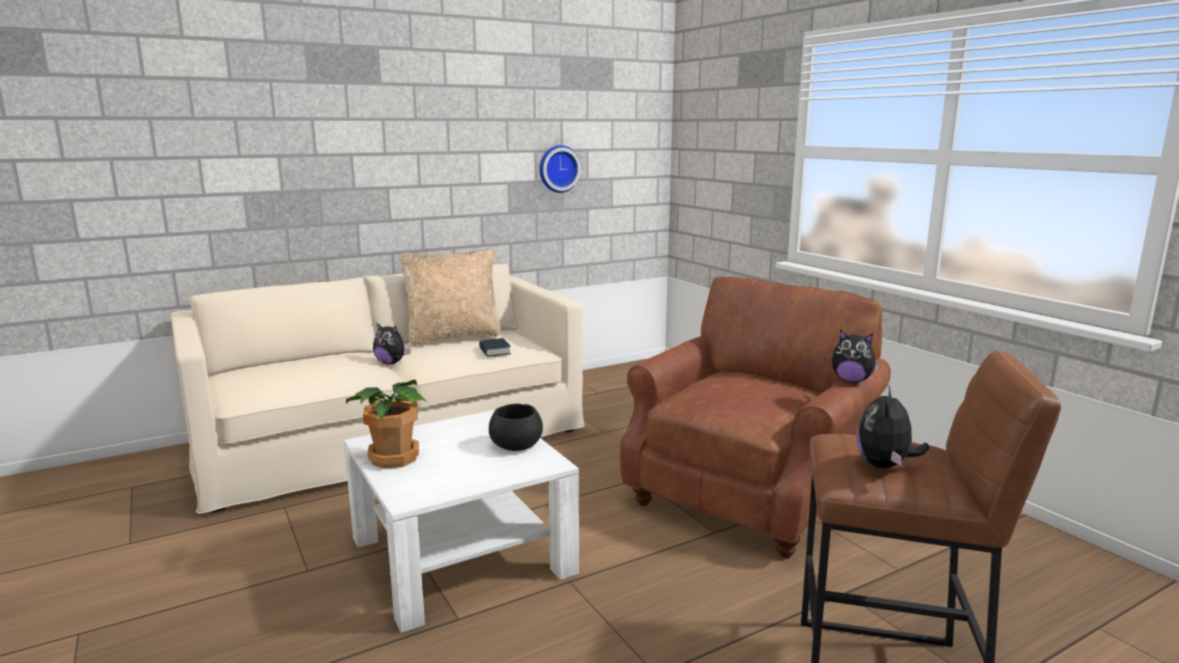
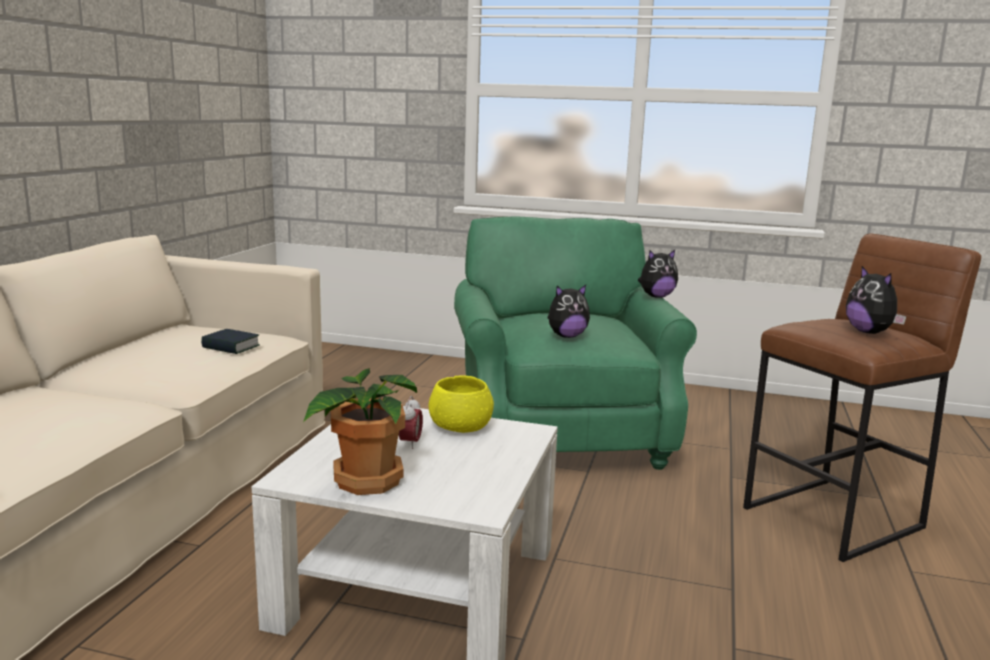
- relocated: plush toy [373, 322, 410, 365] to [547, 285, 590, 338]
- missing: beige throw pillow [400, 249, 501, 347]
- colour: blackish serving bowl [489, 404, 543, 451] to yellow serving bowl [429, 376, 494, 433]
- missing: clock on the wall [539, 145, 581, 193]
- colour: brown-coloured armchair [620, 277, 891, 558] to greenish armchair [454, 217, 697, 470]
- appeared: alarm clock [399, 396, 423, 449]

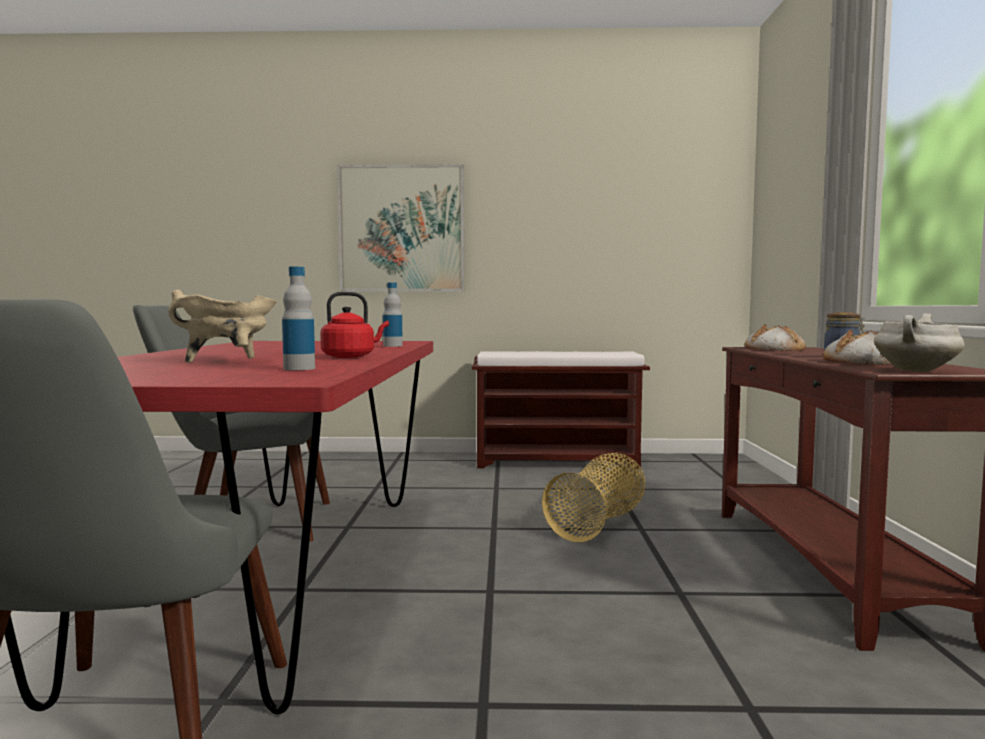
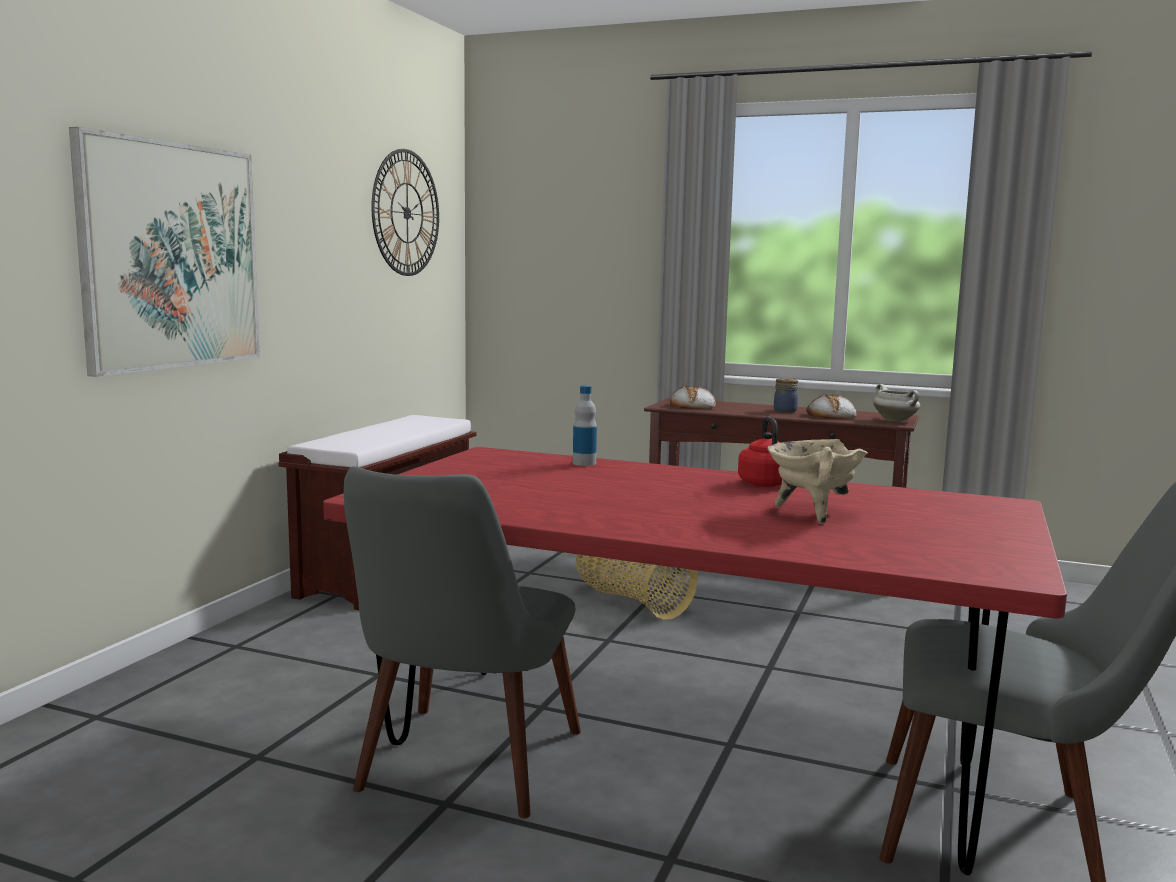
- missing: beverage bottle [282, 266, 315, 370]
- appeared: clock on the wall [371, 149, 439, 276]

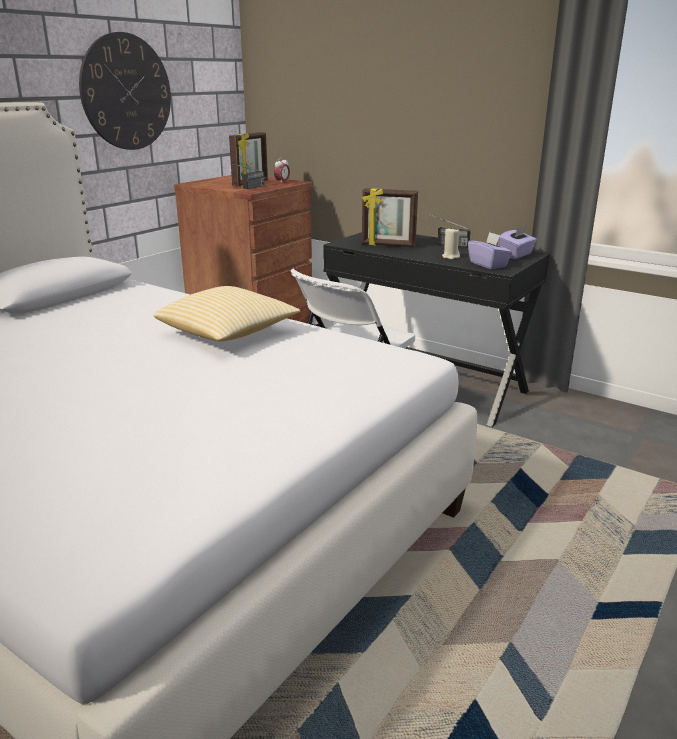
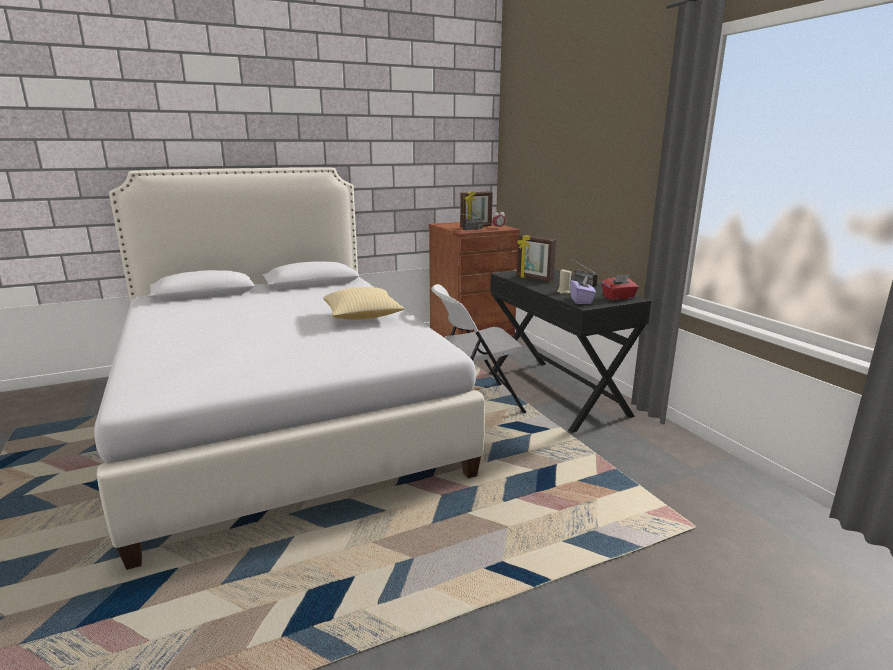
- missing: clock on the wall [79, 32, 171, 150]
- colour: purplish tissue holder [498, 225, 537, 259] to red-coloured tissue holder [602, 274, 639, 300]

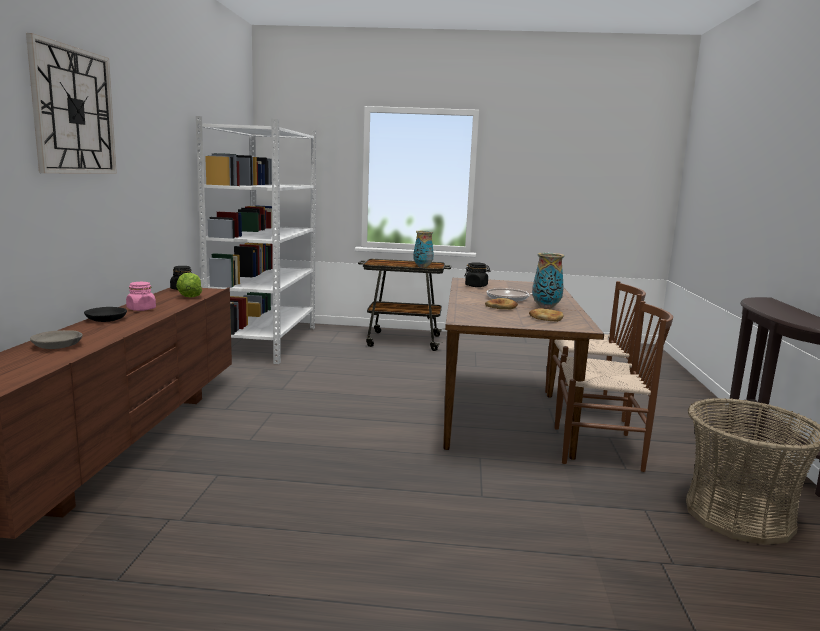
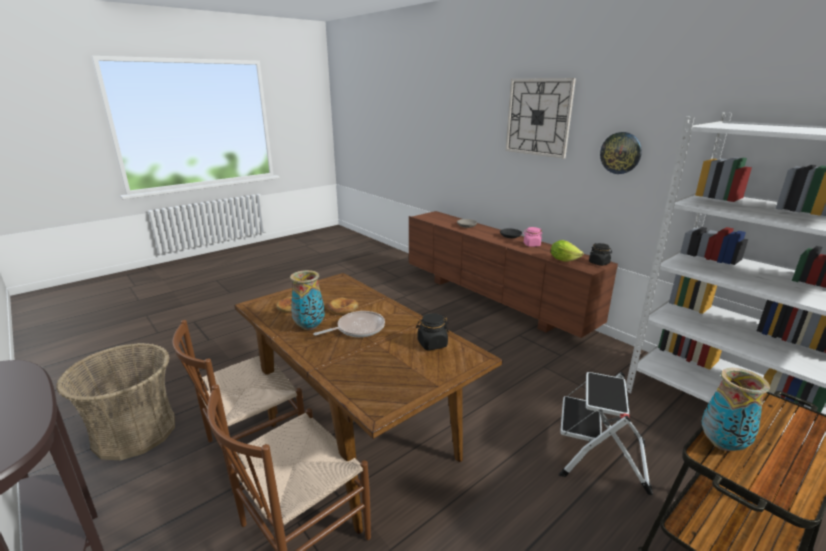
- appeared: step stool [559, 372, 653, 496]
- appeared: clock on the wall [600, 132, 642, 174]

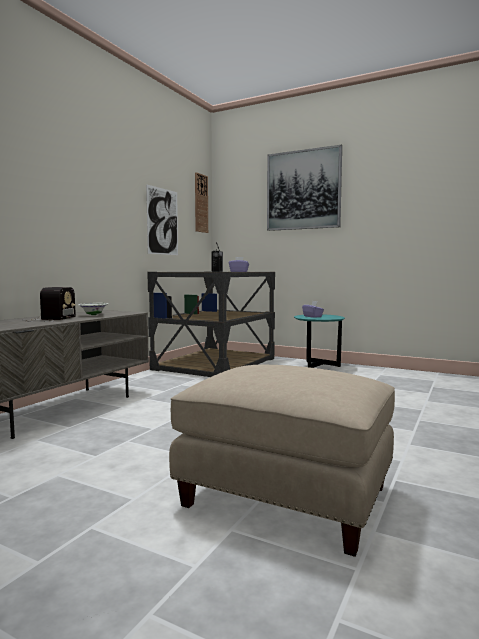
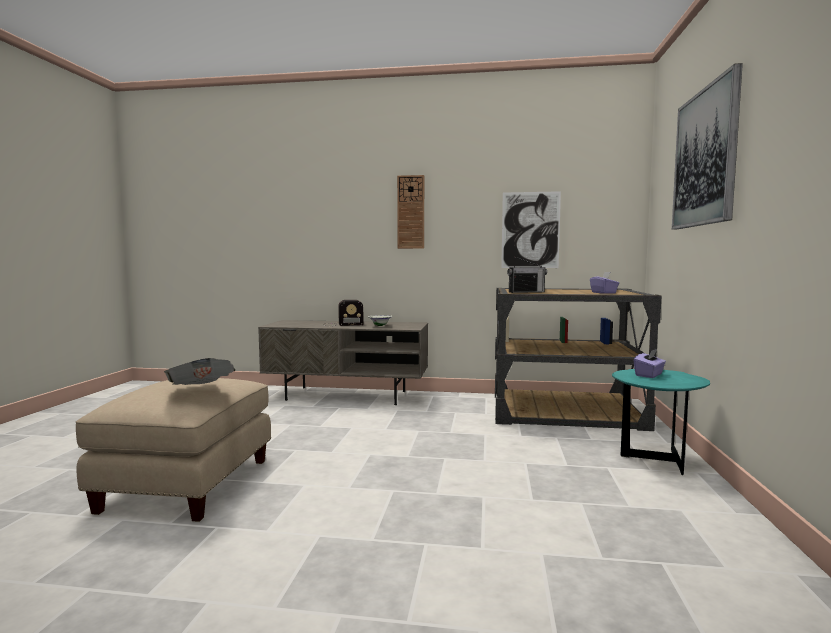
- relocated: clock on the wall [195, 172, 208, 233] to [397, 175, 424, 249]
- appeared: printed paper [164, 358, 236, 385]

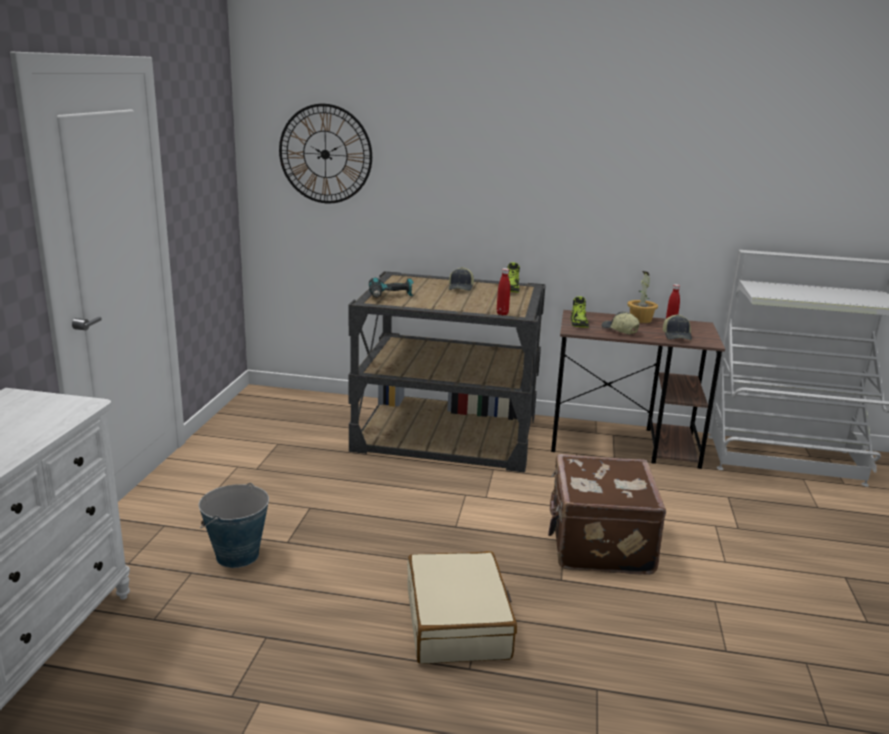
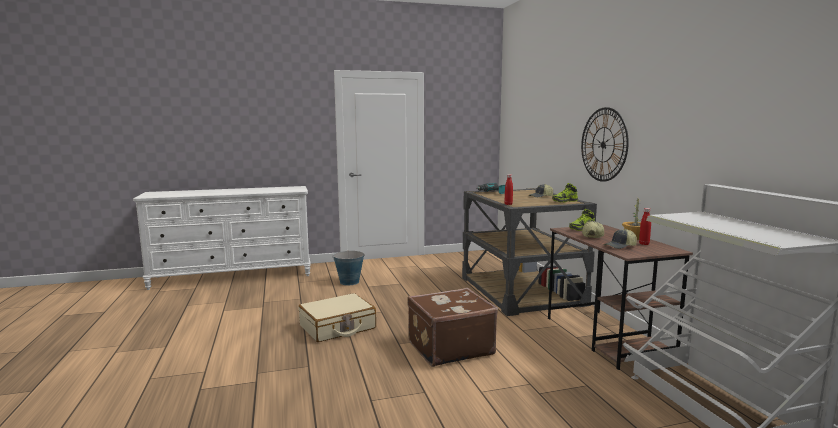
- relocated: clock on the wall [279, 104, 372, 203] to [581, 107, 629, 182]

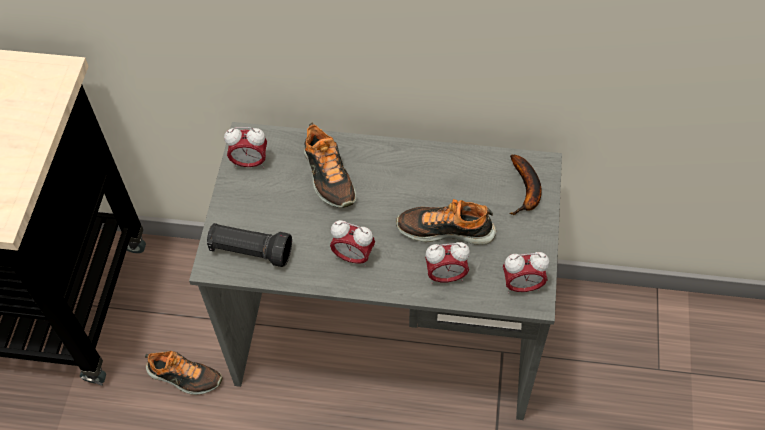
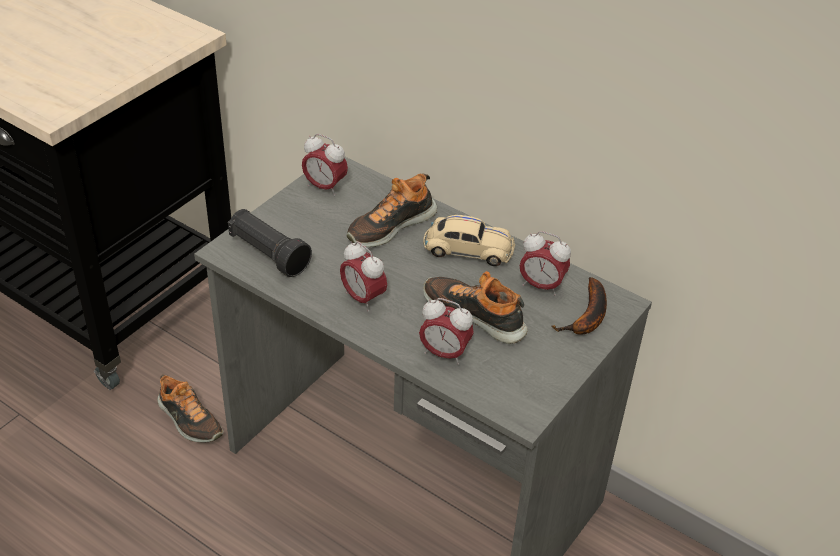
- spun: shoe [304, 123, 356, 208] = [347, 174, 437, 247] 45 degrees clockwise
- relocated: alarm clock [503, 252, 549, 293] to [519, 231, 571, 296]
- appeared: beige model car [423, 215, 515, 266]

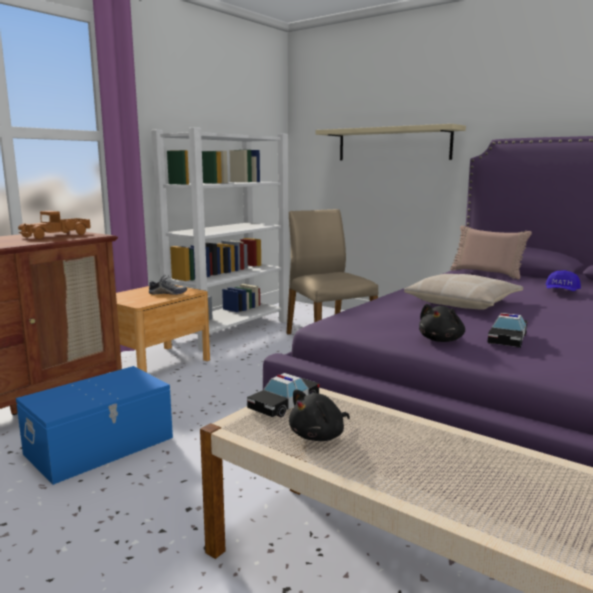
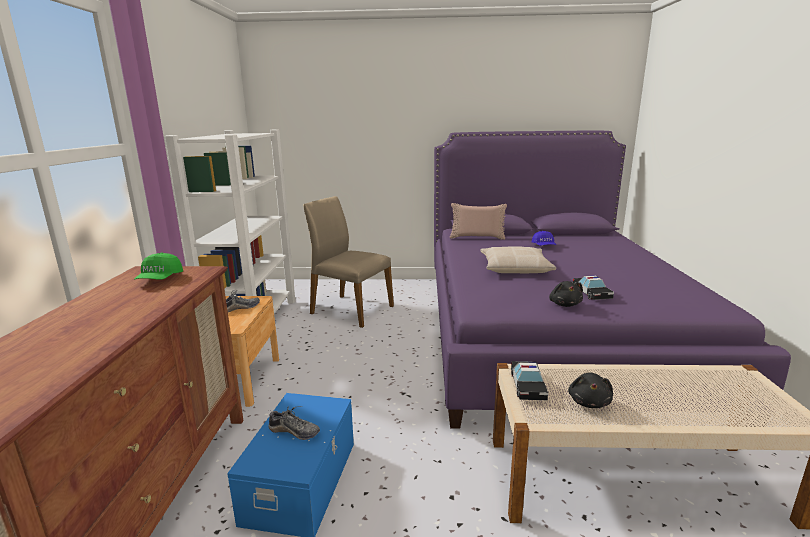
- exchanged: toy truck [18, 211, 91, 239] to greenish peaked cap [134, 252, 183, 280]
- missing: beige shelf [315, 124, 466, 160]
- appeared: shoe [268, 406, 320, 440]

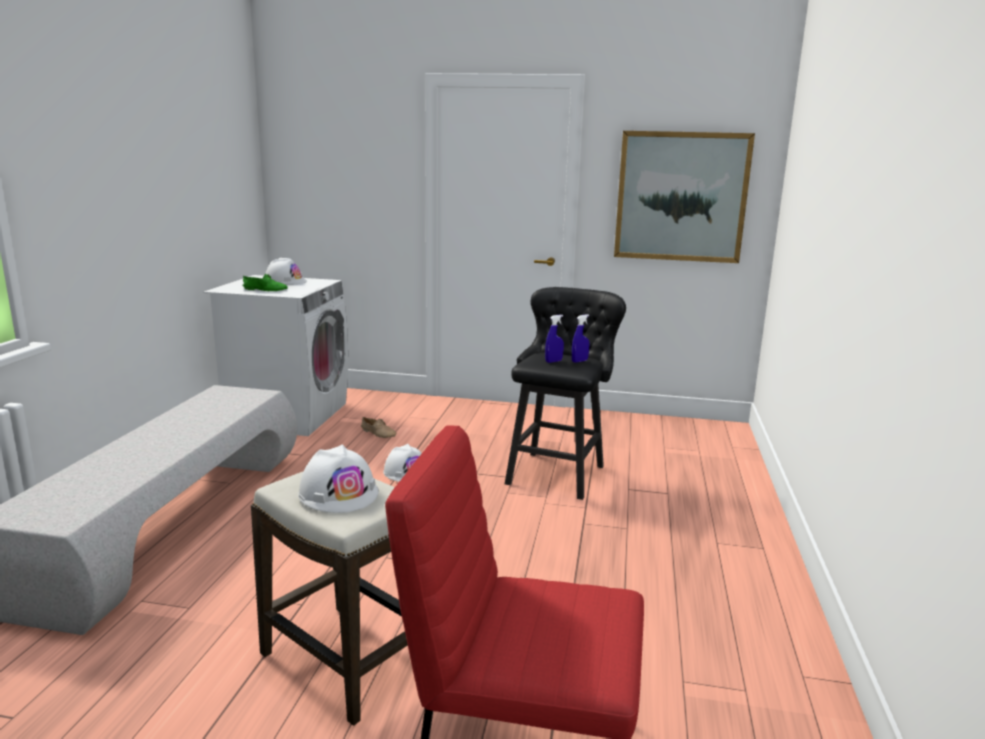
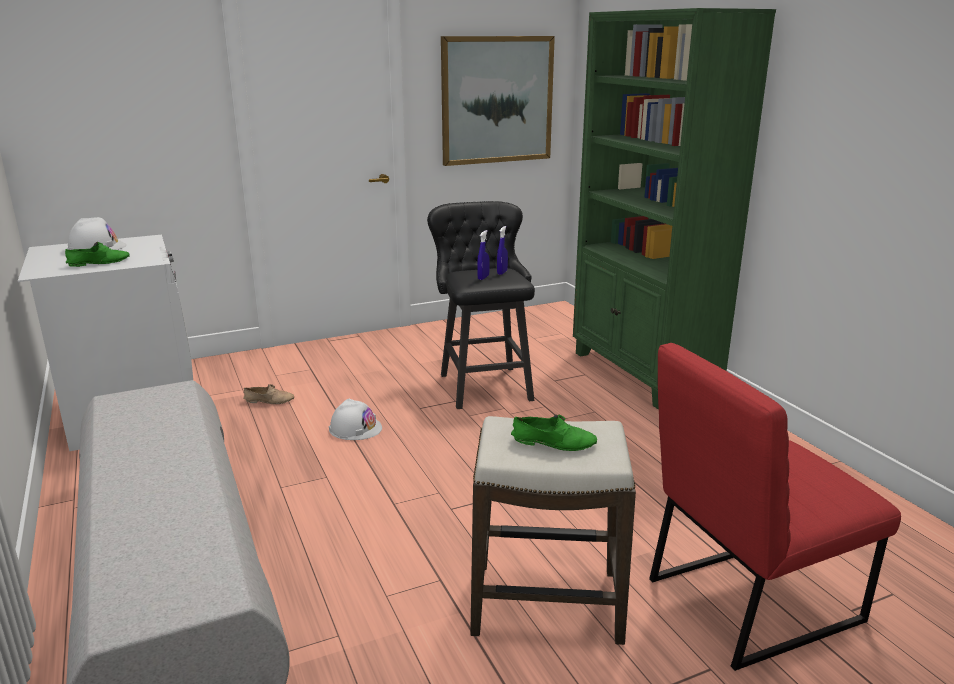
- exchanged: white safety helmet [298, 445, 379, 513] to greenish shoe [511, 414, 597, 451]
- appeared: greenish bookshelf [573, 8, 776, 410]

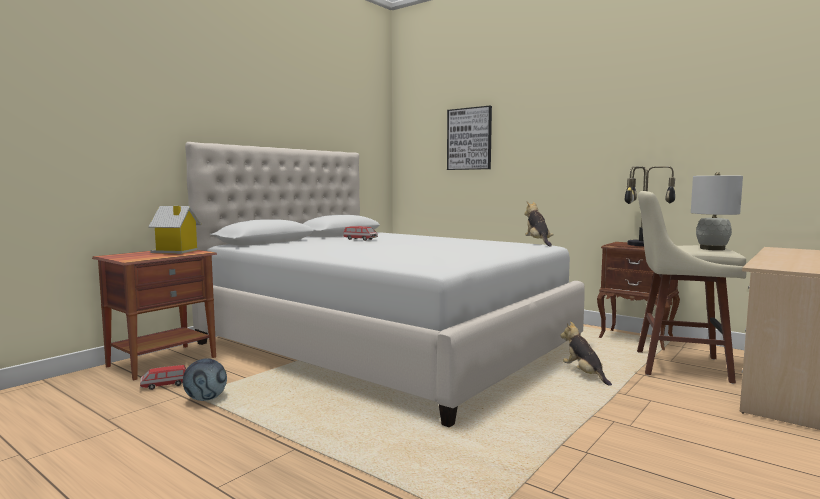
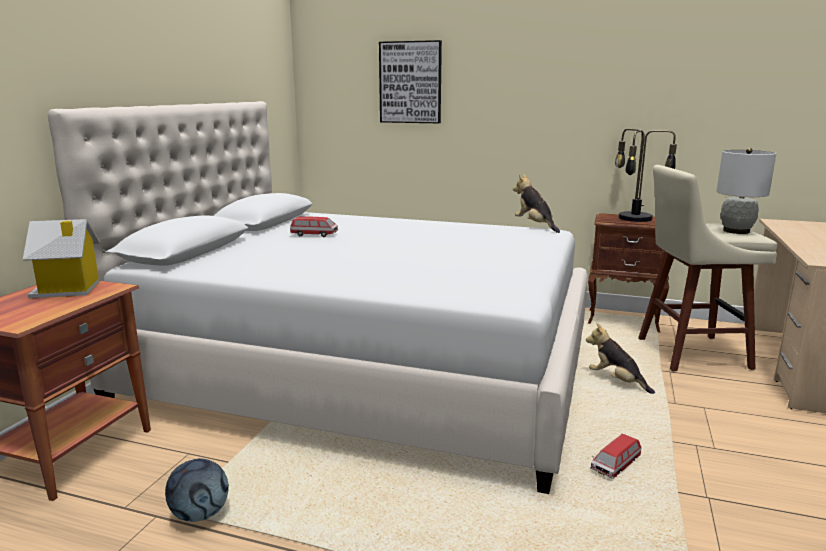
- relocated: model car [140, 365, 186, 390] to [590, 433, 641, 479]

